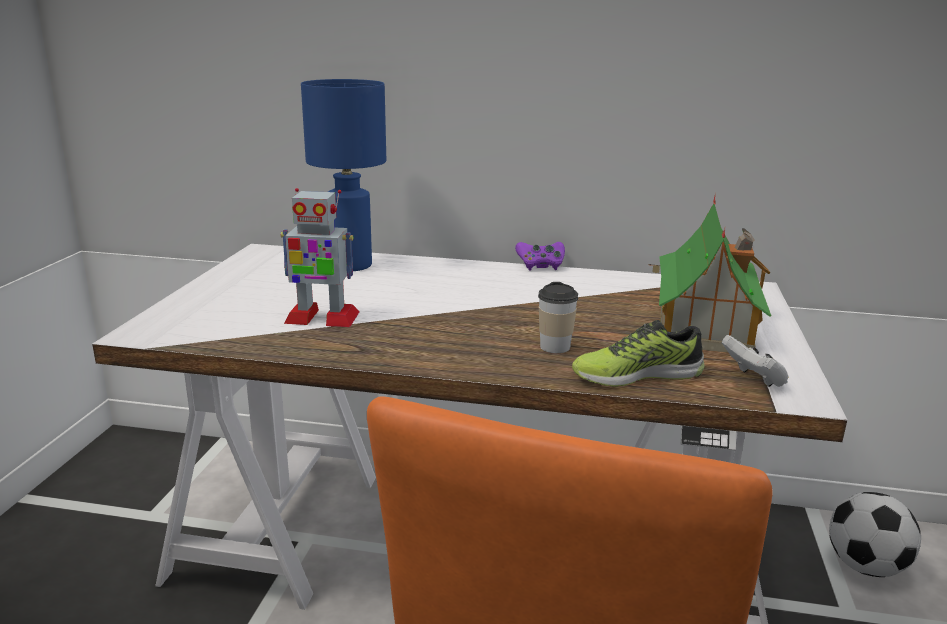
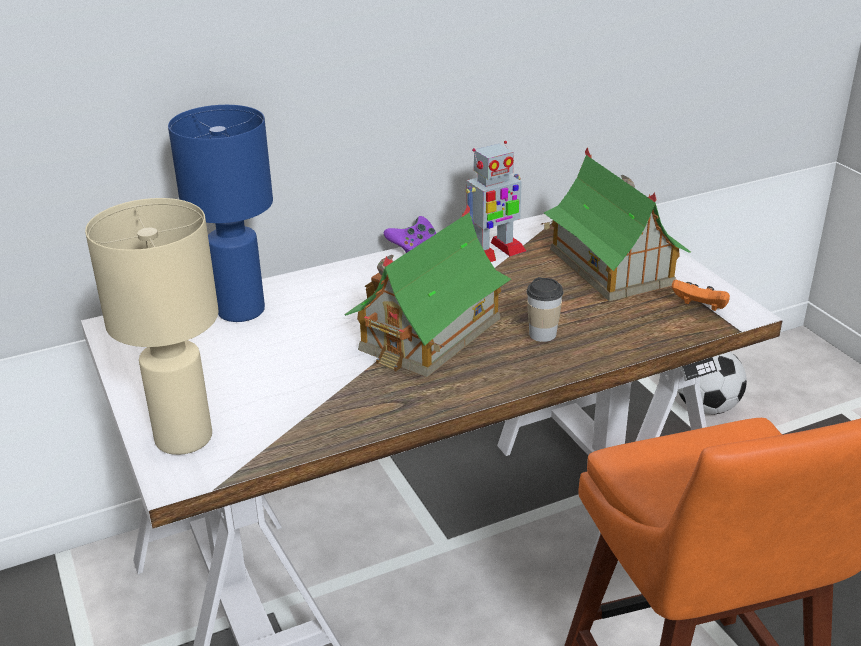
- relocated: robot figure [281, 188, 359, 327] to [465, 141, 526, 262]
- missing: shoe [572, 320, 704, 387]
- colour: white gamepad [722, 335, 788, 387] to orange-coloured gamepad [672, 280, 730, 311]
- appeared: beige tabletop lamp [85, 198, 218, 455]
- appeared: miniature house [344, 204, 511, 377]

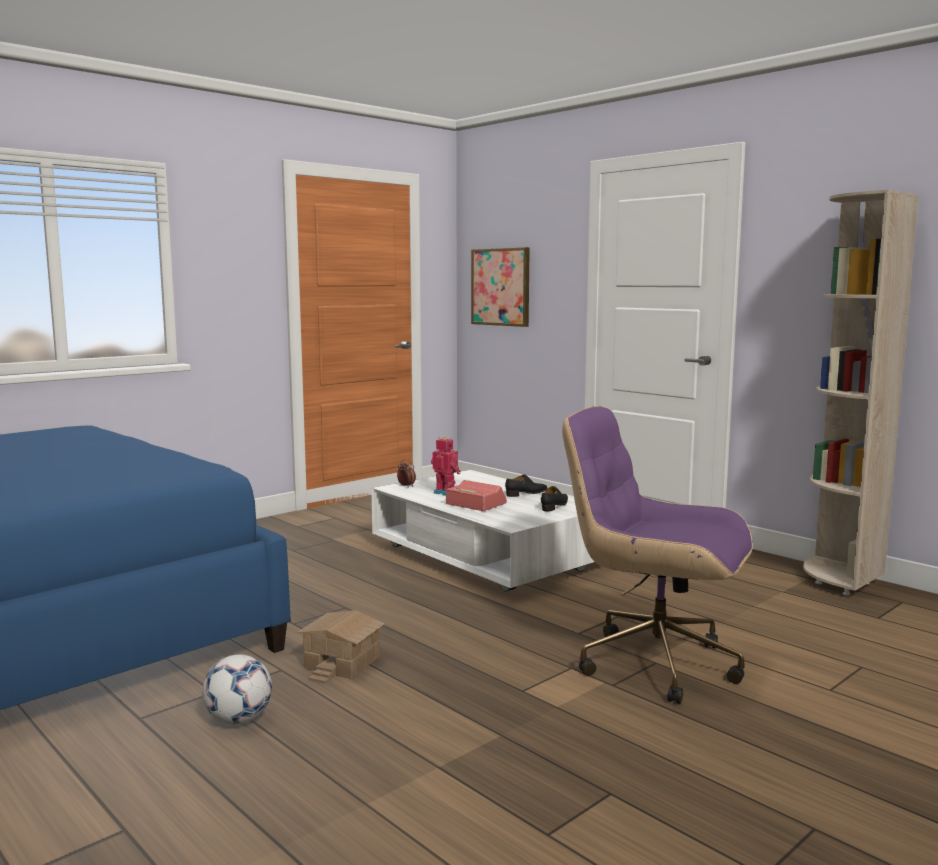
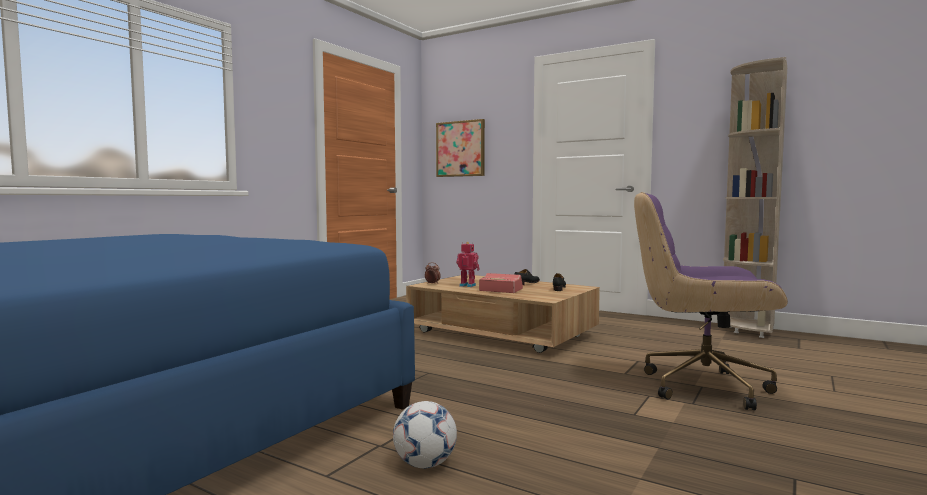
- missing: miniature house [297, 610, 385, 684]
- colour: white lounge table [371, 470, 594, 591] to brown-coloured lounge table [406, 275, 600, 353]

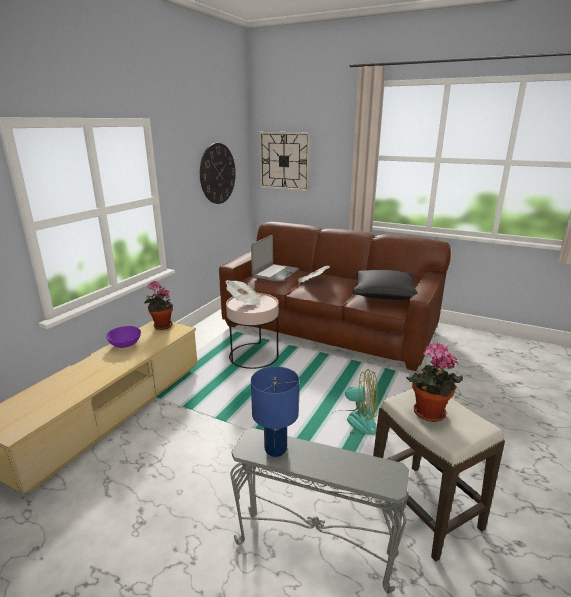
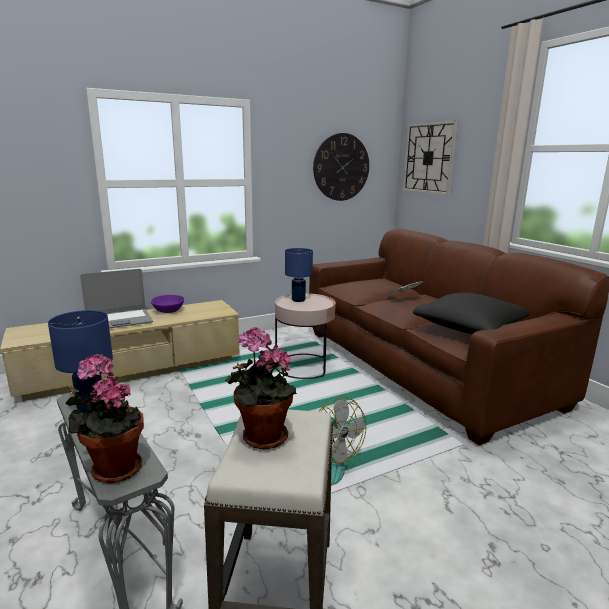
- relocated: houseplant [143, 281, 173, 330] to [65, 354, 144, 483]
- exchanged: printed paper [226, 280, 261, 307] to blue-coloured tabletop lamp [285, 248, 313, 302]
- relocated: notebook computer [251, 235, 299, 281] to [80, 269, 153, 328]

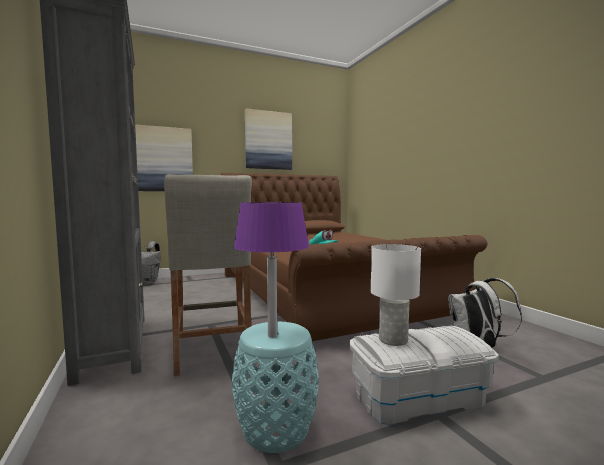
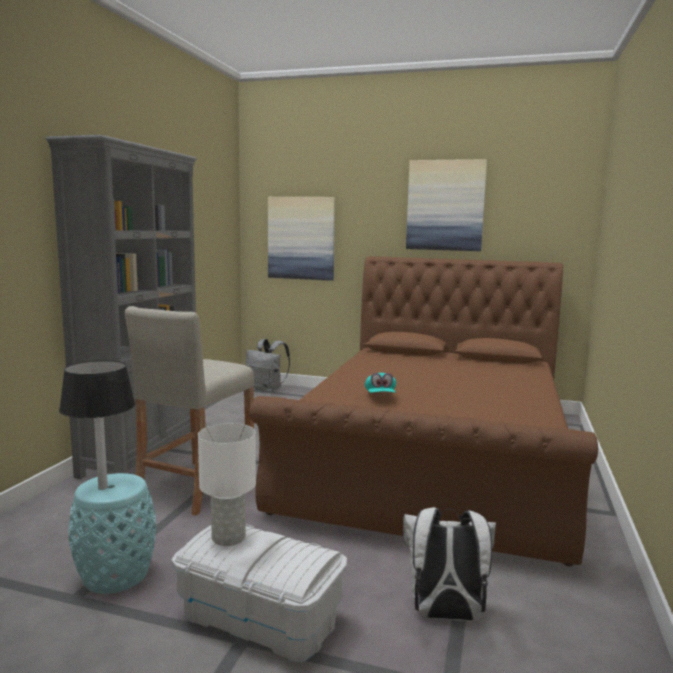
- colour: purplish tabletop lamp [233, 202, 309, 338] to blackish tabletop lamp [59, 360, 135, 490]

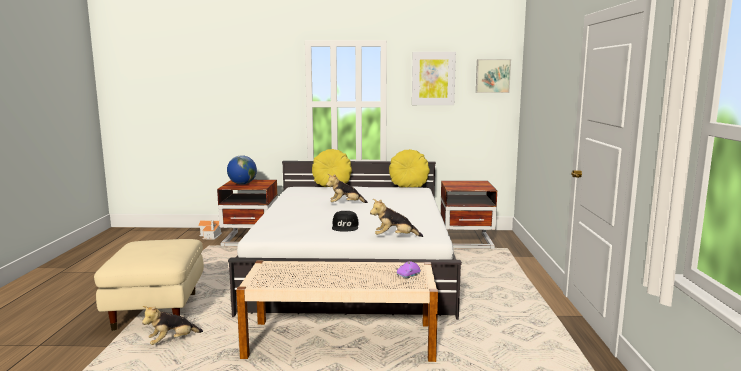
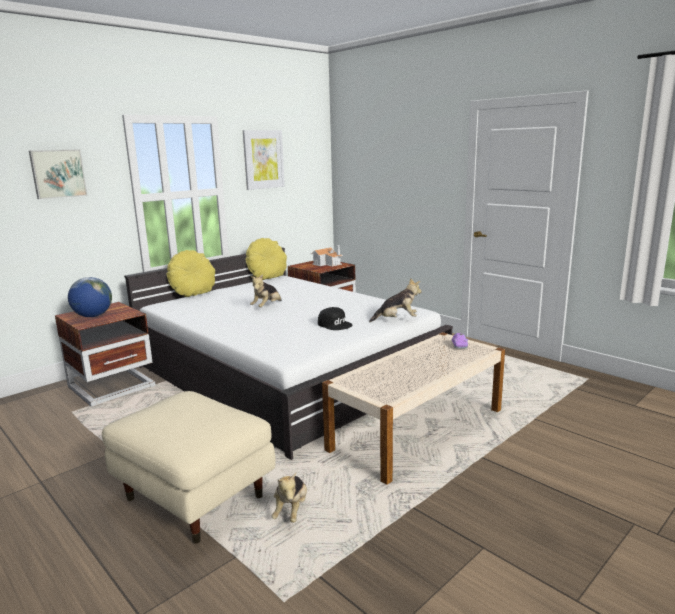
- relocated: miniature house [198, 220, 222, 240] to [311, 245, 343, 266]
- spun: plush toy [370, 199, 423, 237] = [369, 278, 422, 322] 135 degrees counterclockwise
- relocated: picture [476, 59, 511, 93] to [29, 149, 88, 199]

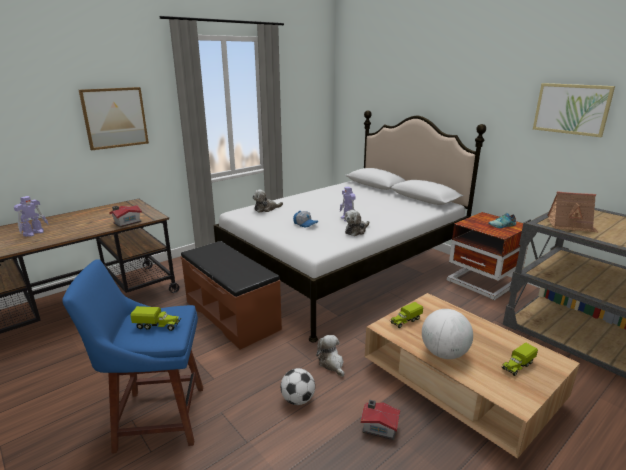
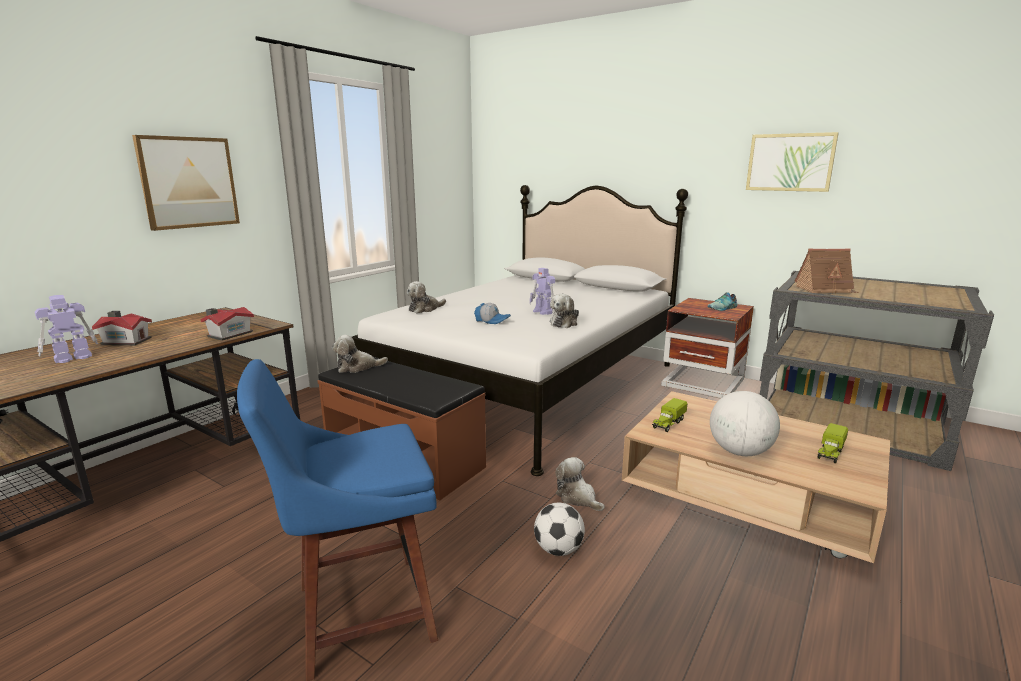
- spun: robot figure [14, 196, 49, 237] = [35, 295, 98, 363] 150 degrees counterclockwise
- missing: toy truck [130, 306, 181, 331]
- relocated: miniature house [361, 400, 400, 440] to [92, 311, 152, 345]
- appeared: plush toy [332, 335, 388, 373]

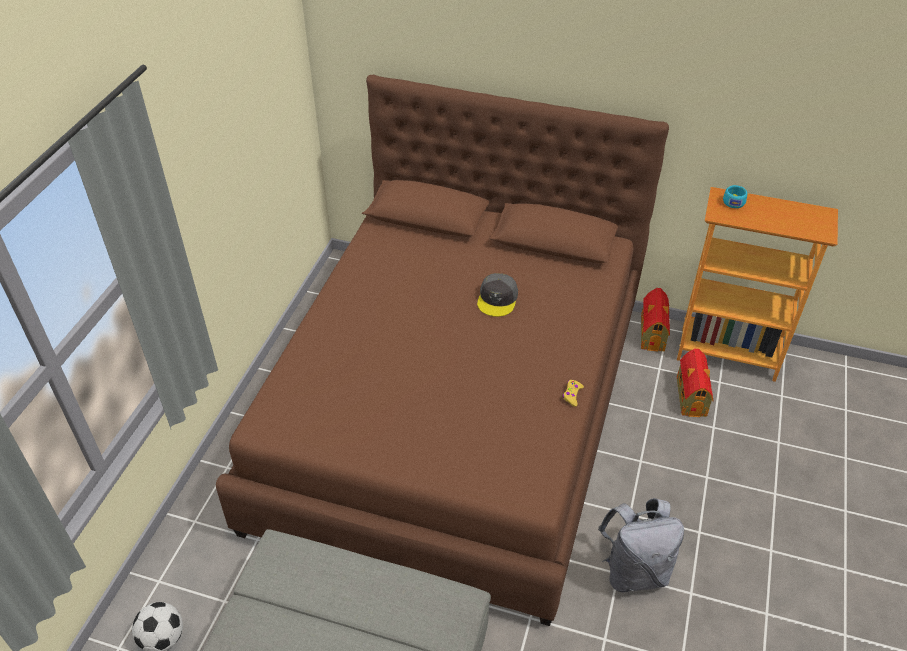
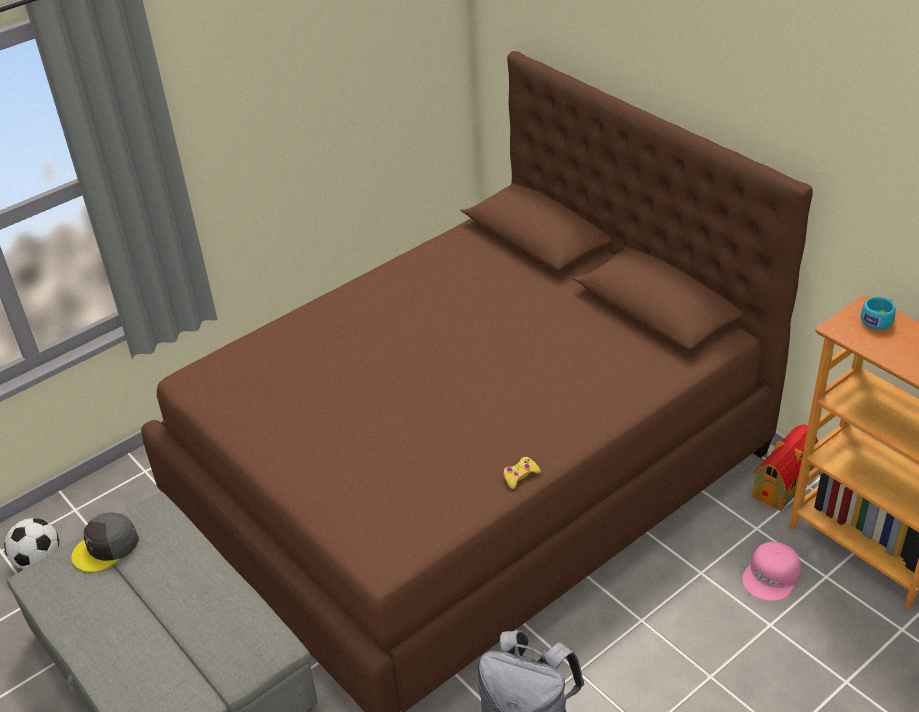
- relocated: greyish peaked cap [477, 273, 518, 317] to [71, 512, 139, 572]
- exchanged: miniature house [677, 349, 714, 417] to pink peaked cap [742, 542, 801, 601]

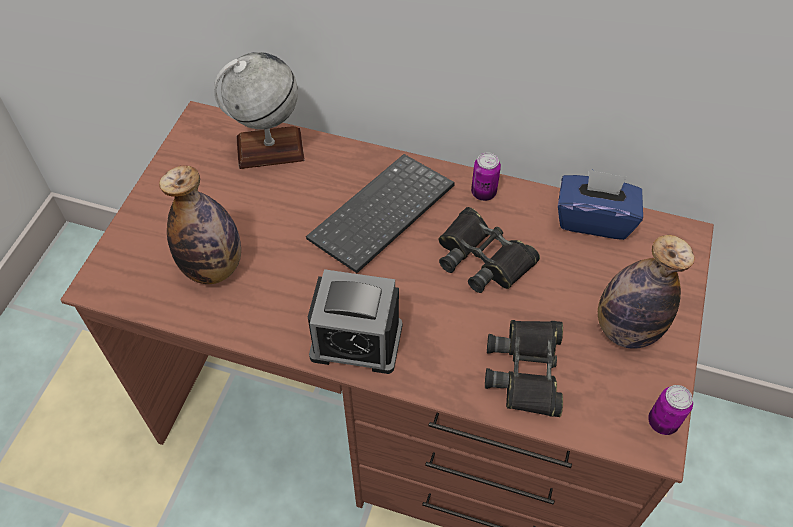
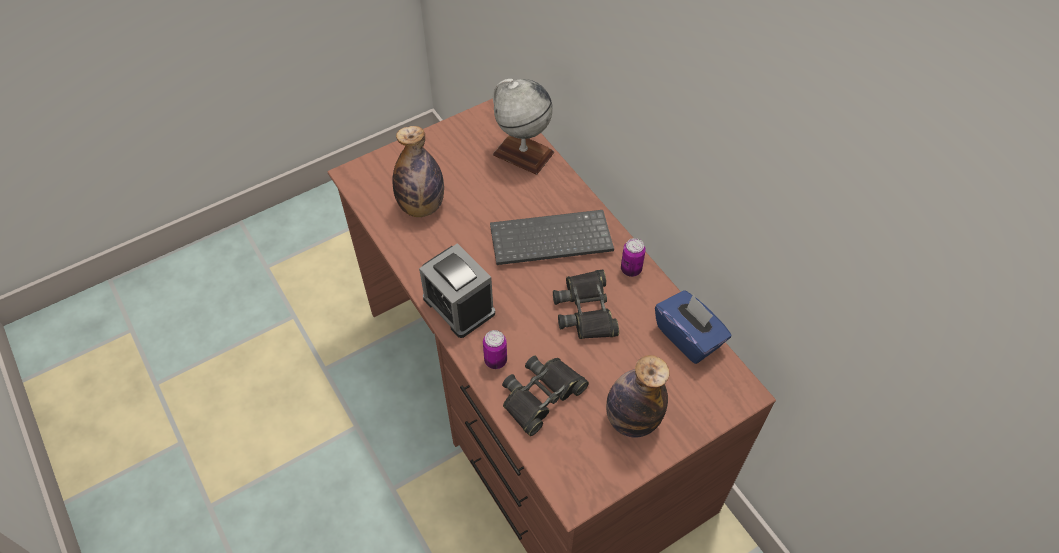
- relocated: sealed can [648, 385, 693, 435] to [483, 330, 507, 369]

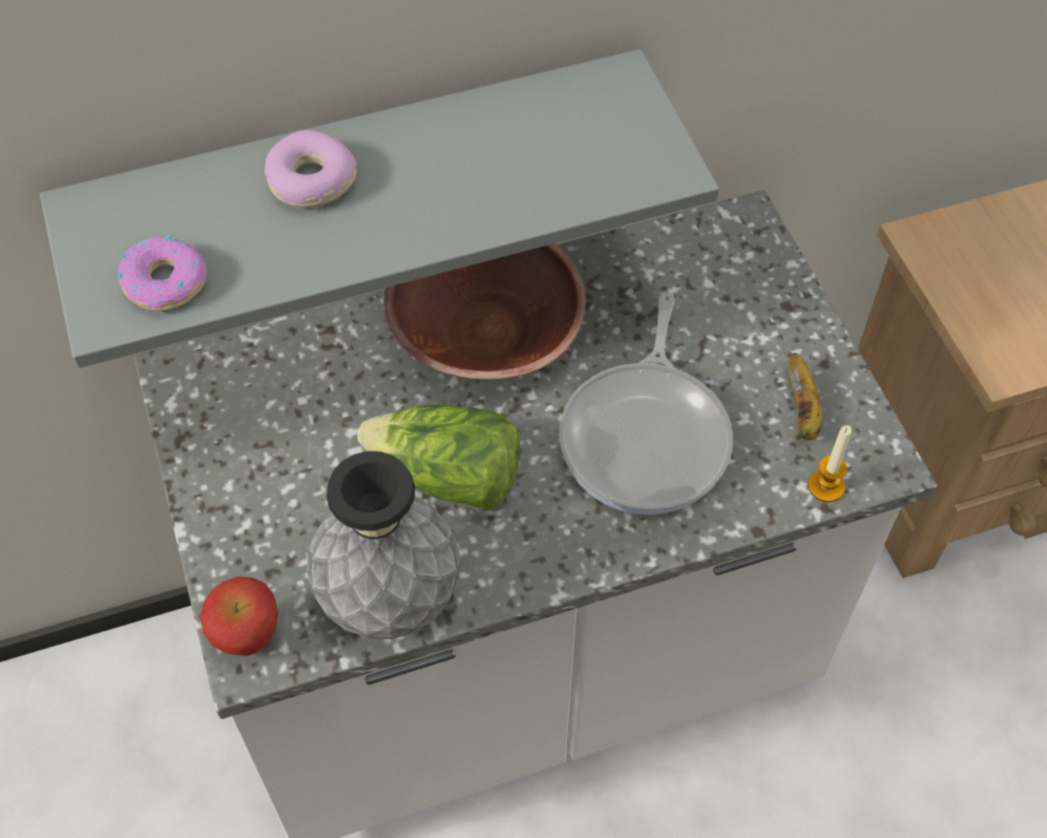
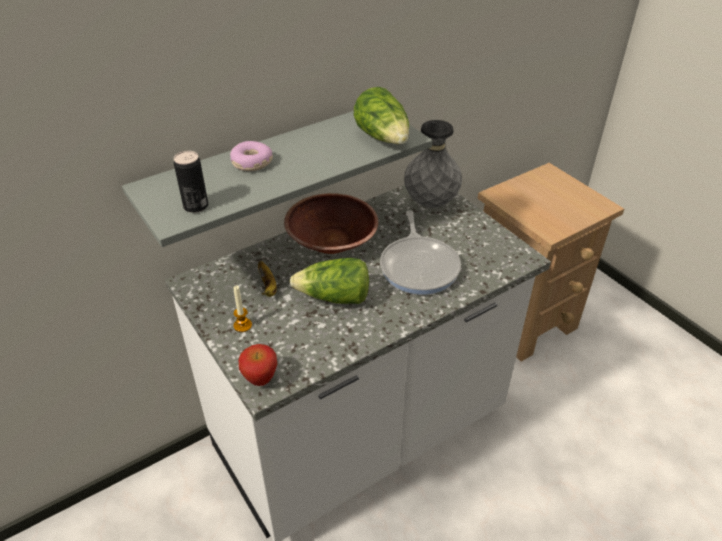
- exchanged: doughnut [118, 235, 207, 311] to sealed can [174, 151, 208, 213]
- relocated: greyish flower vase [307, 451, 460, 639] to [404, 120, 462, 208]
- relocated: banana fruit [788, 353, 822, 440] to [258, 261, 277, 297]
- relocated: wax candle [808, 425, 852, 502] to [233, 285, 252, 332]
- appeared: head of lettuce [354, 87, 409, 144]

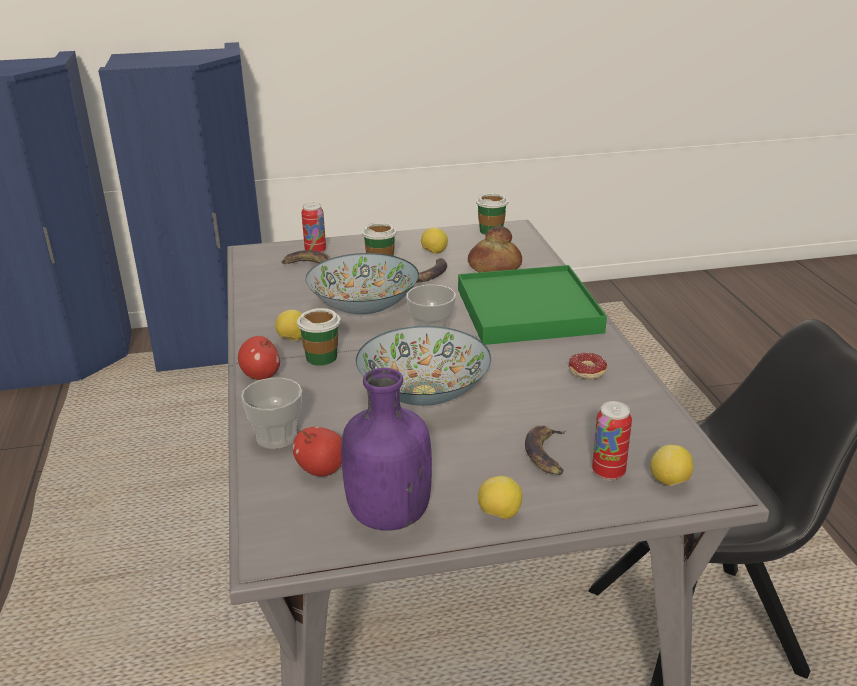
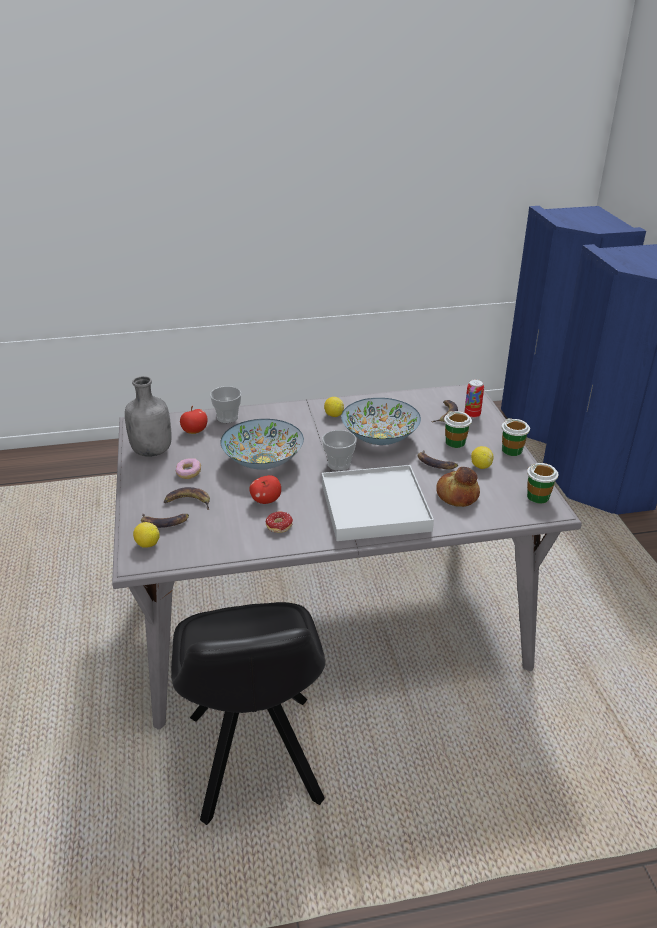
- relocated: apple fruit [238, 336, 280, 380] to [249, 475, 281, 504]
- relocated: small cup [297, 308, 341, 366] to [502, 418, 530, 456]
- colour: purplish beverage bottle [341, 368, 432, 531] to greyish beverage bottle [125, 376, 171, 457]
- colour: greenish carrying tray [458, 265, 607, 345] to white carrying tray [322, 465, 434, 541]
- missing: lemon [478, 476, 522, 519]
- exchanged: sealed can [592, 401, 632, 480] to banana fruit [141, 513, 189, 528]
- appeared: doughnut [176, 458, 201, 479]

